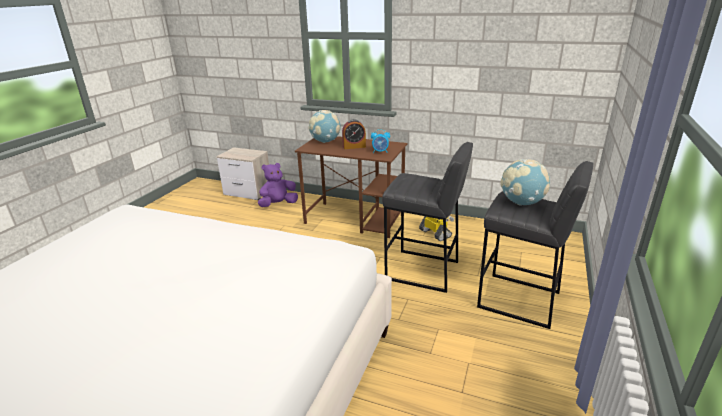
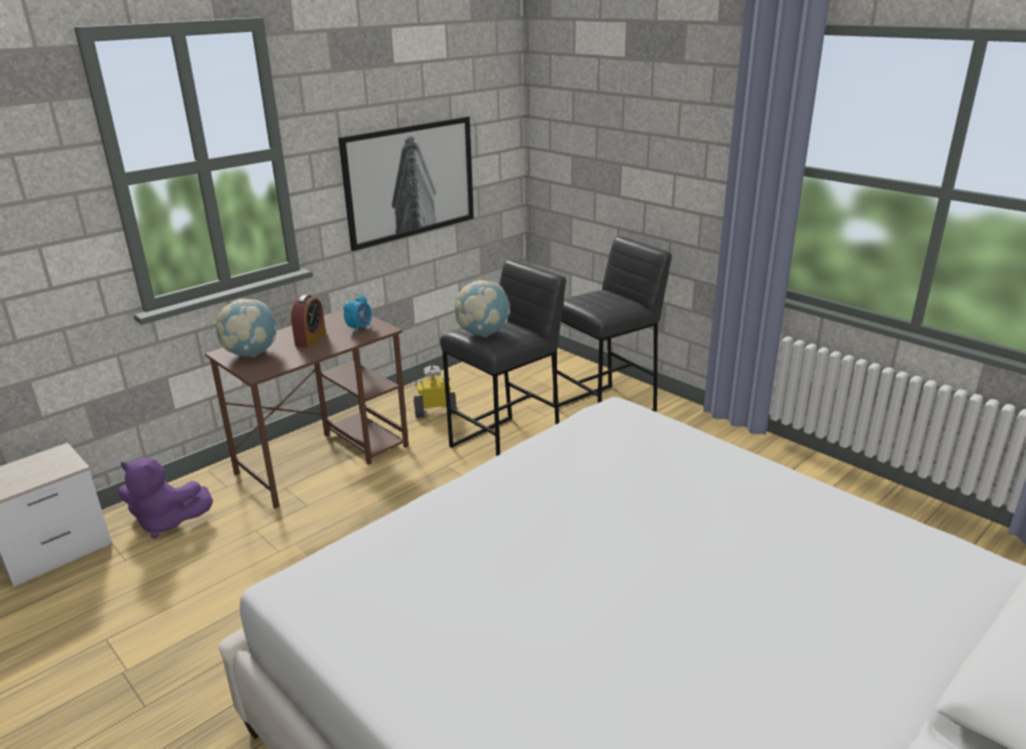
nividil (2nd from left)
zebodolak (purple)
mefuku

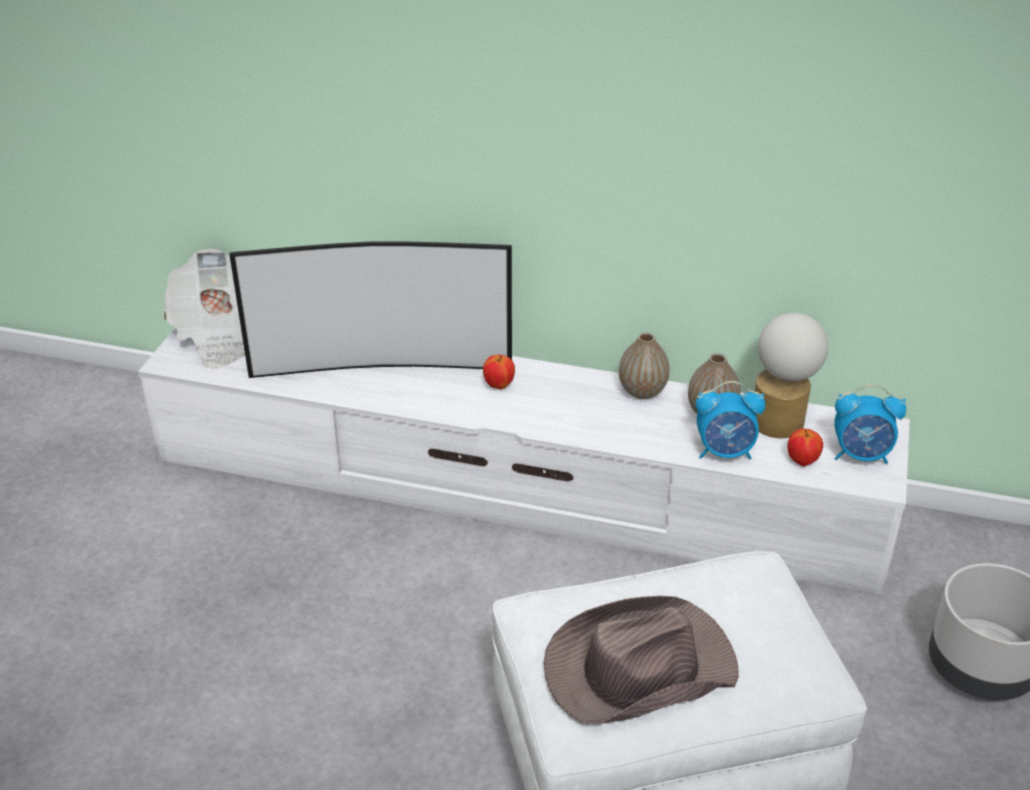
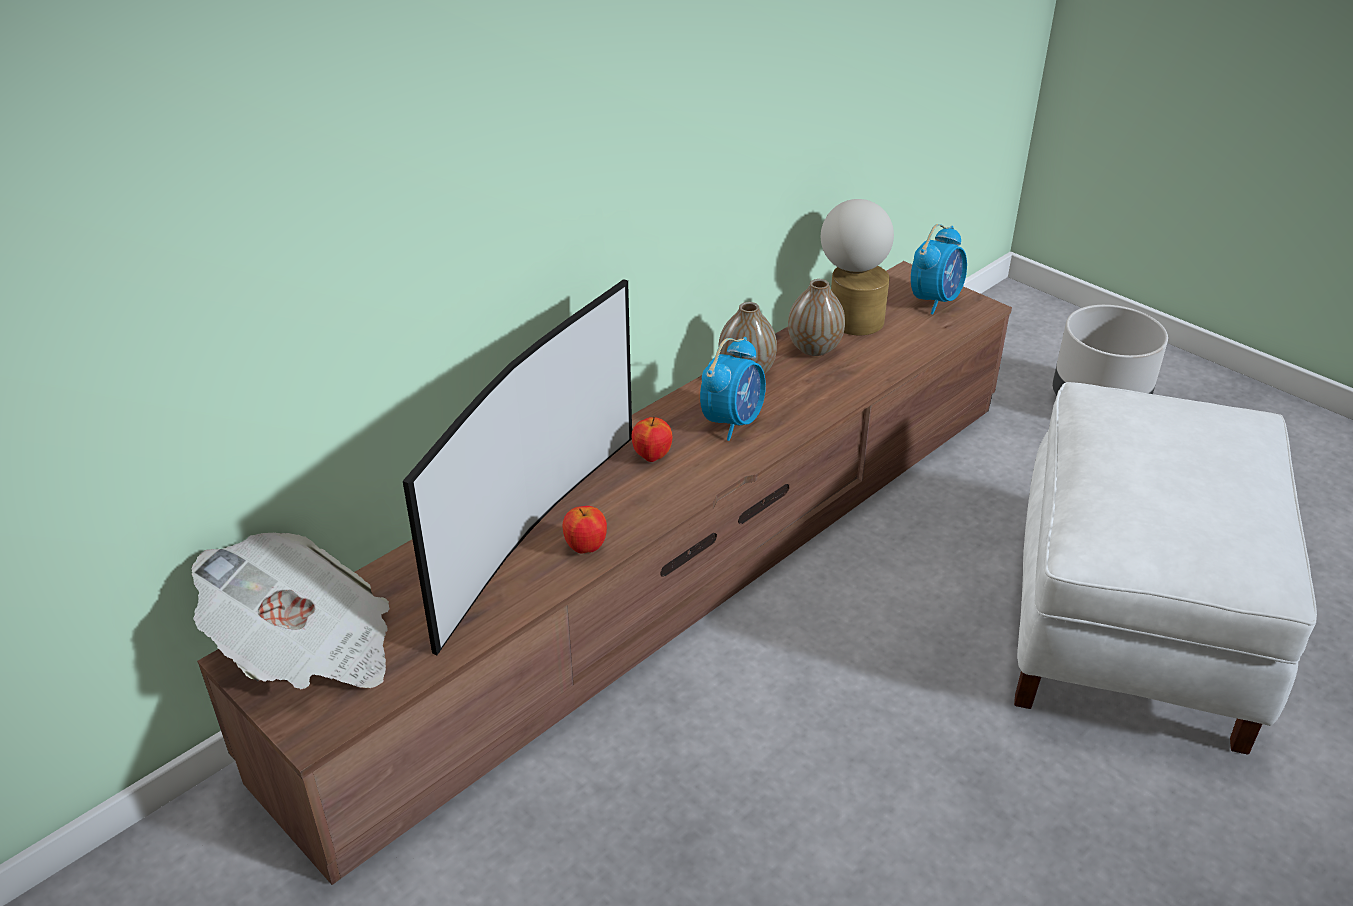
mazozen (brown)
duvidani (1st from left)
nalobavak (1st from left)
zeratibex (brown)

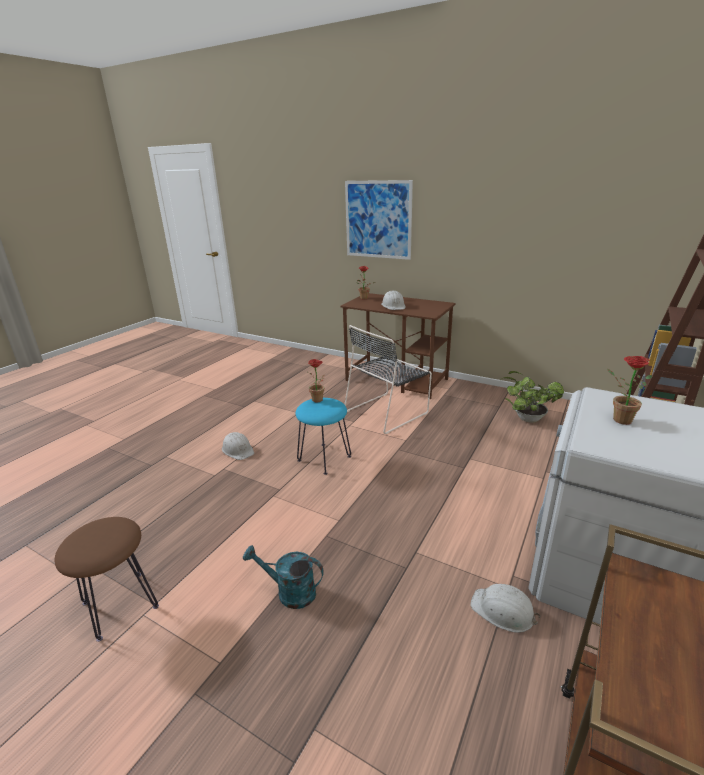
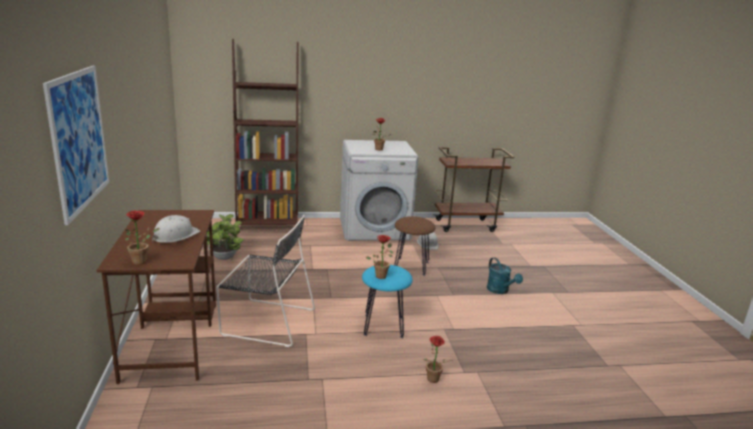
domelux (5th from left)
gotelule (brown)

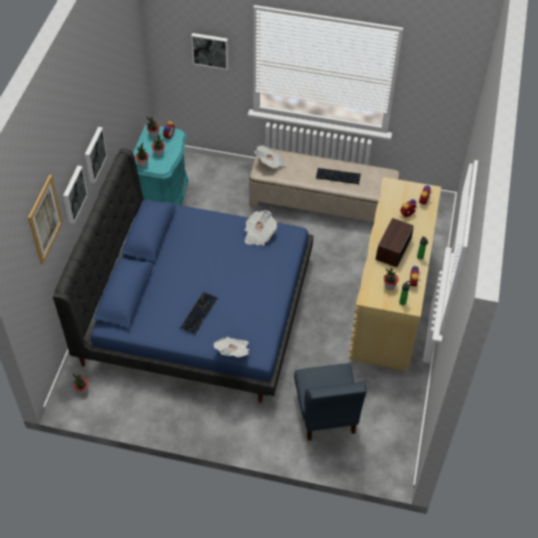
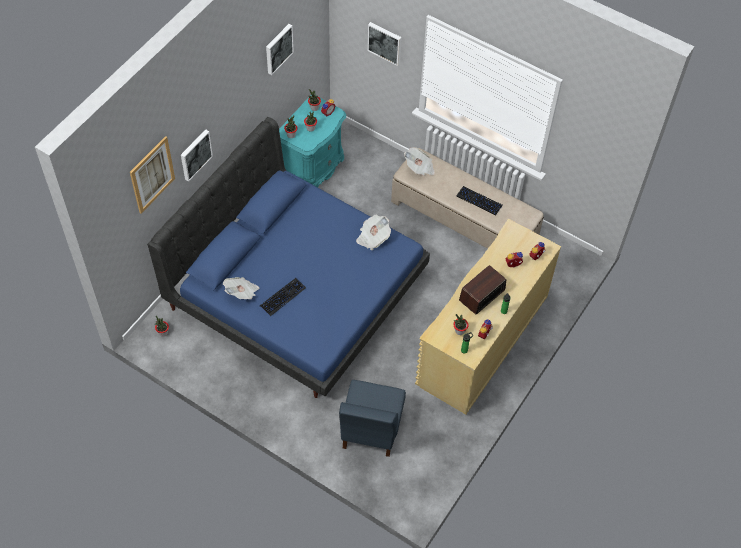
mefuku (3rd from left)
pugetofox (1st from left)

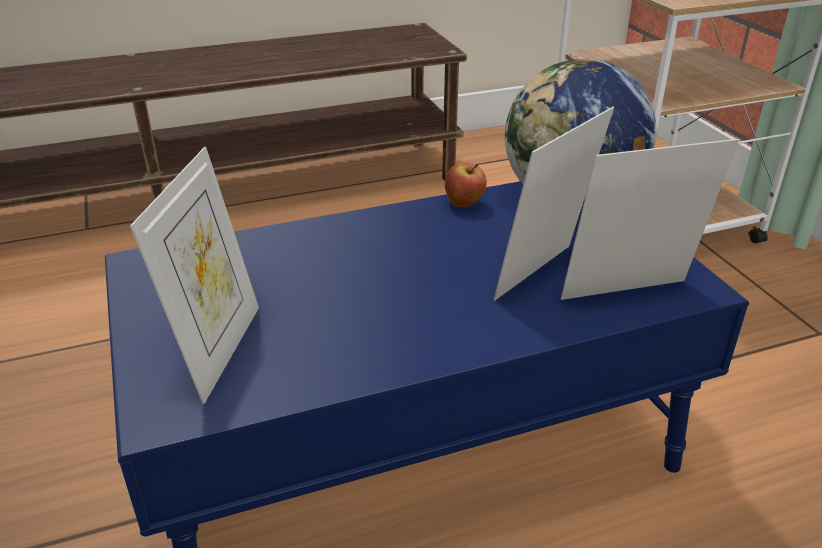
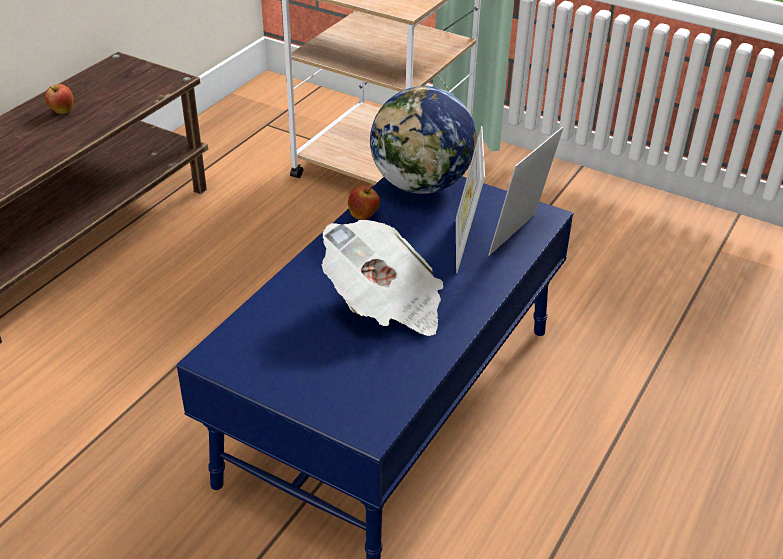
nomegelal (1st from left in the first image)
nalobavak (1st from left)
pugetofox

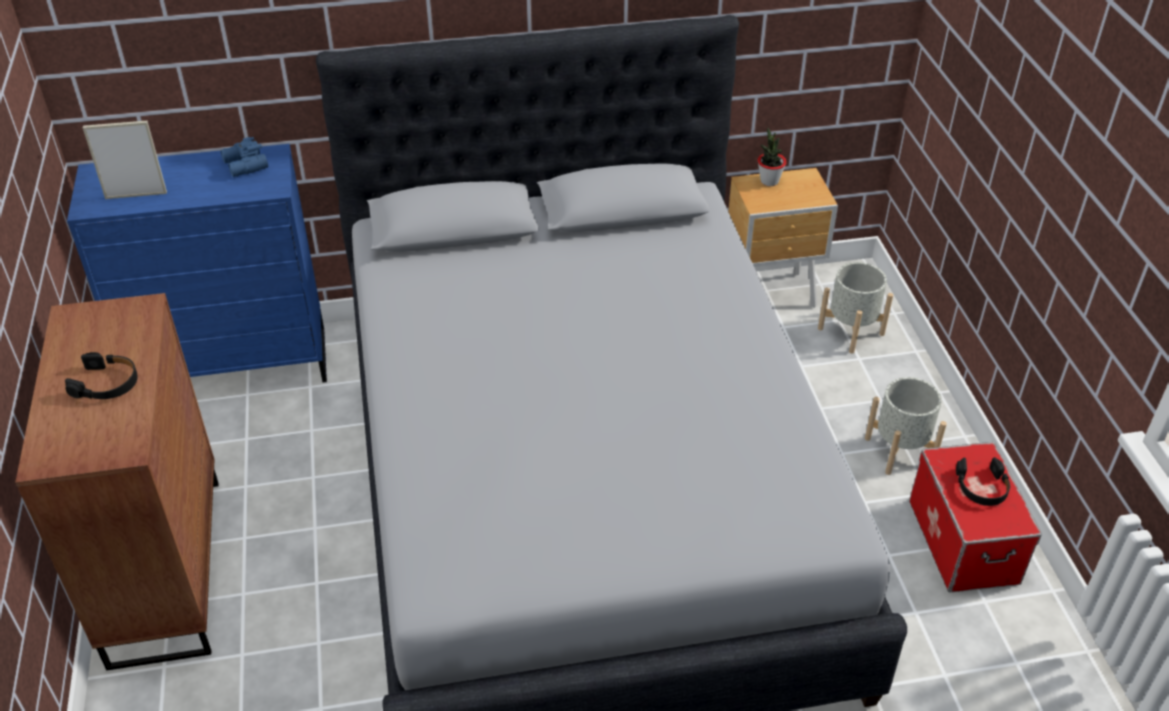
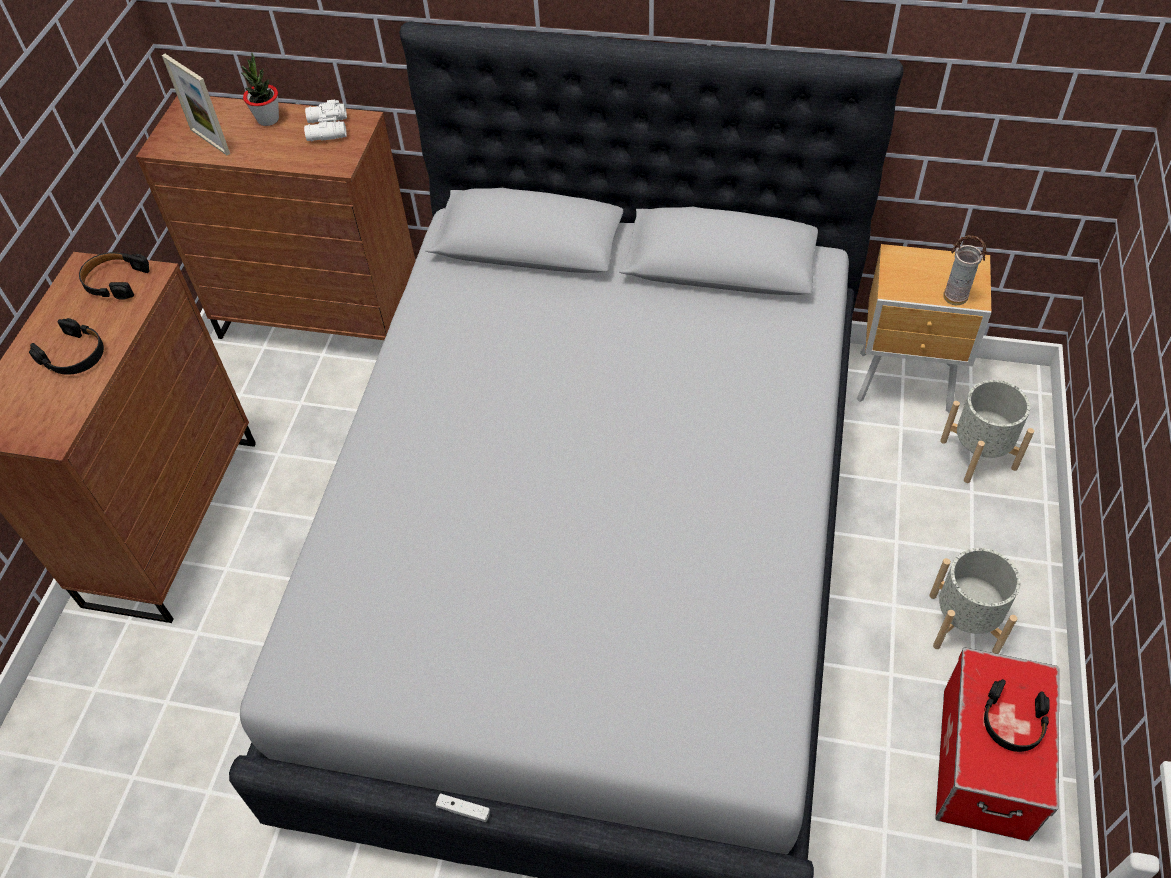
nomegelal
domelux
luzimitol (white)
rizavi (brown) (2nd from left)
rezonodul
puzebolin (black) (2nd from left)
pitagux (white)

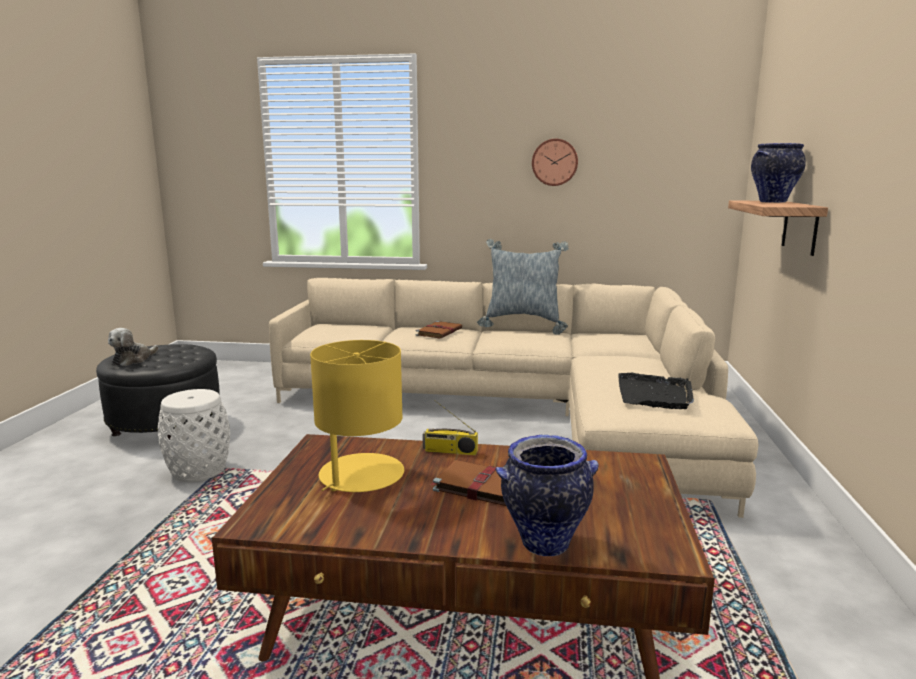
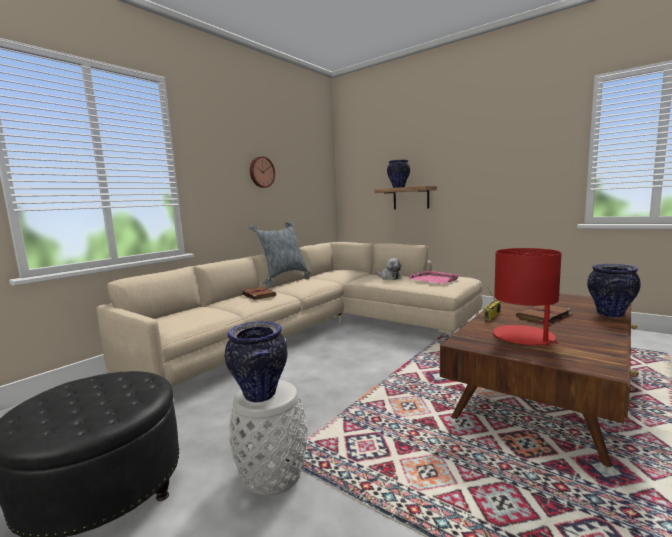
zebodolak
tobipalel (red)
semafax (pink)
rezonodul (1st from left)

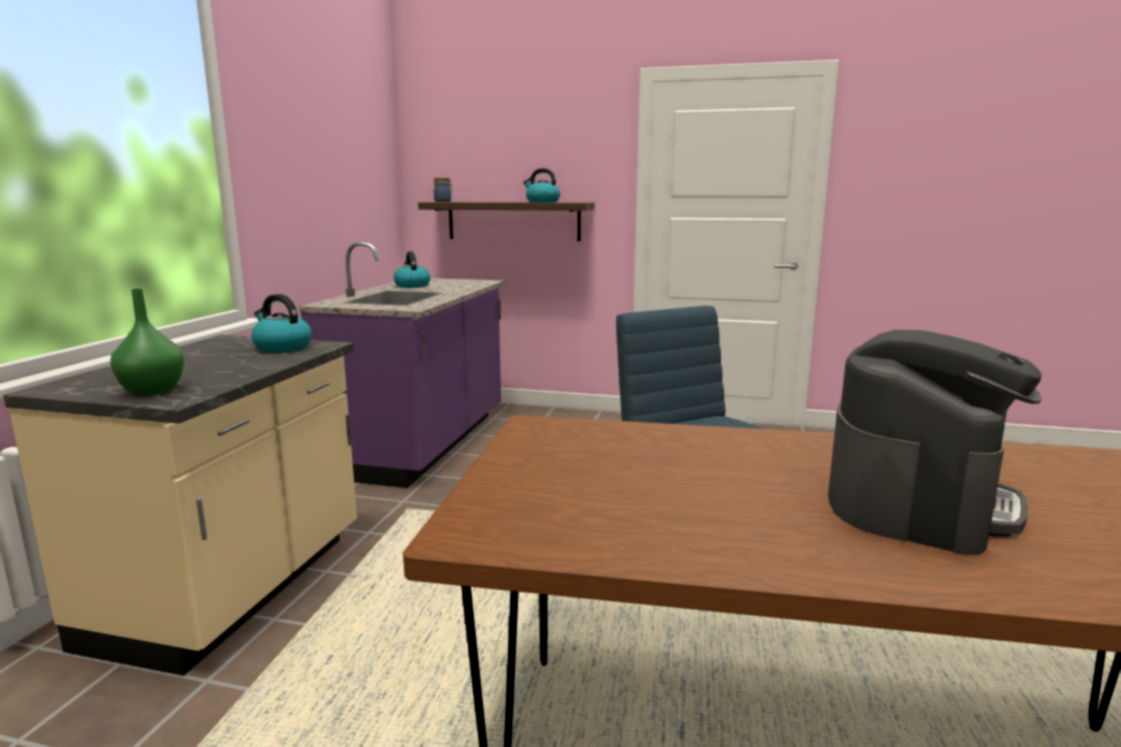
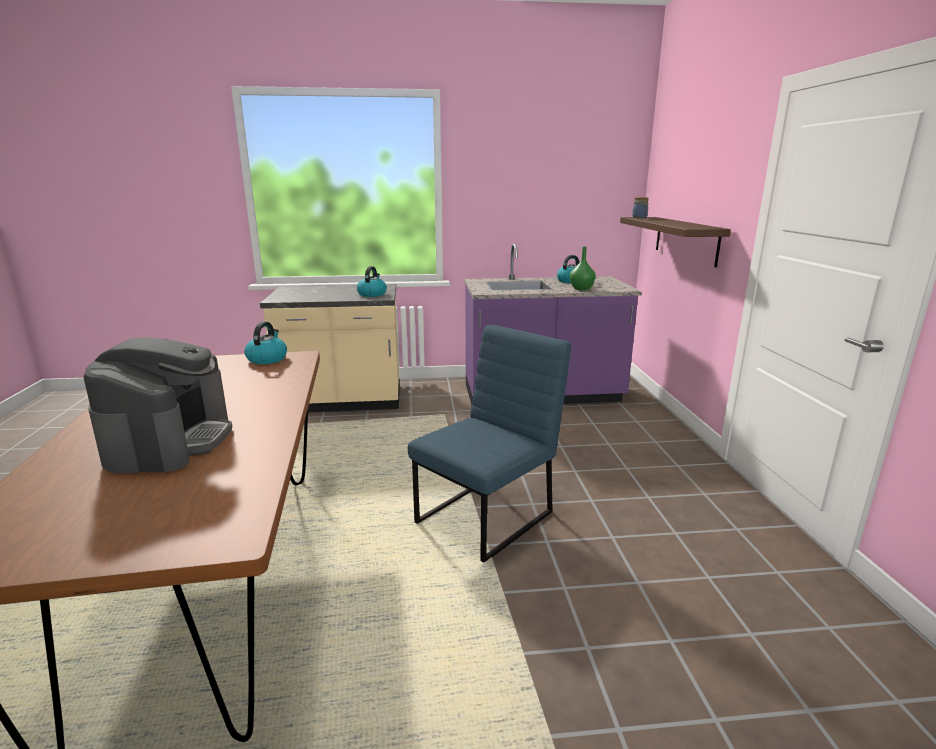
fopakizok (1st from left)
rezonodul (green)
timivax

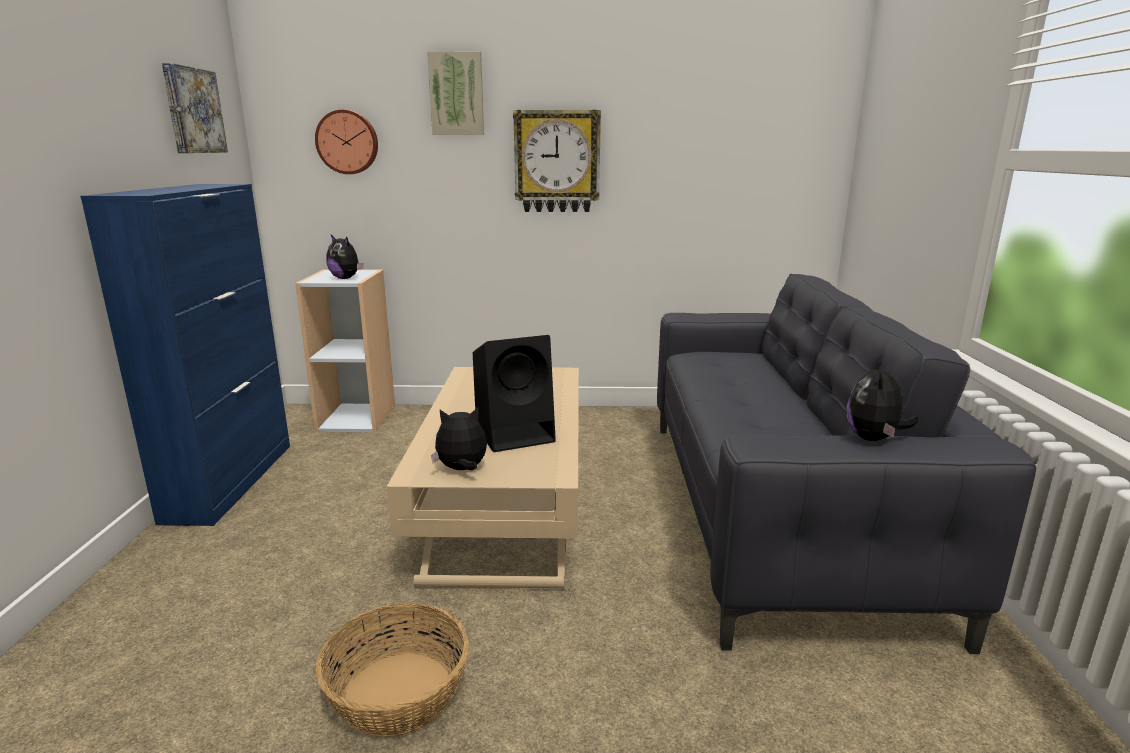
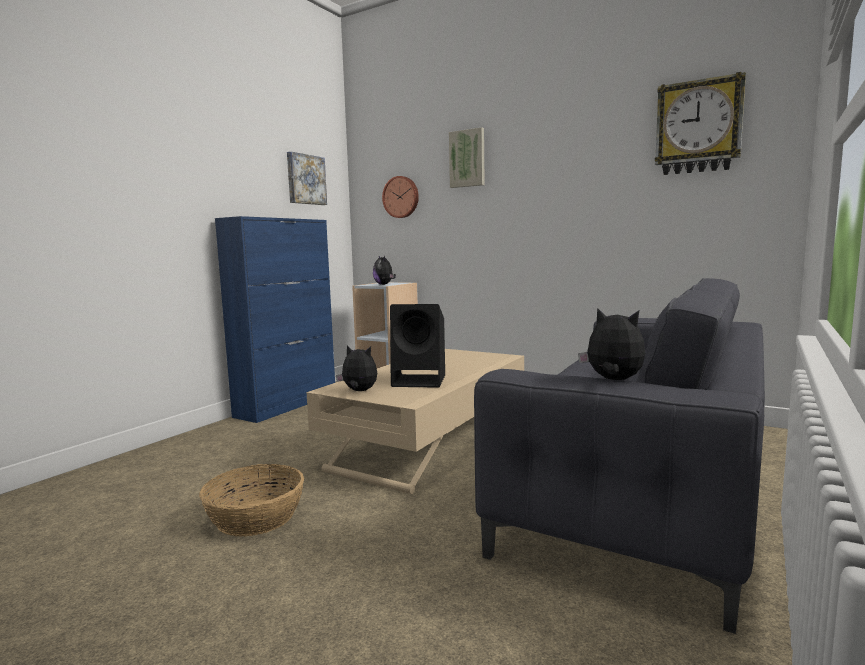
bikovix (2nd from left)
zebodolak (3rd from left)

